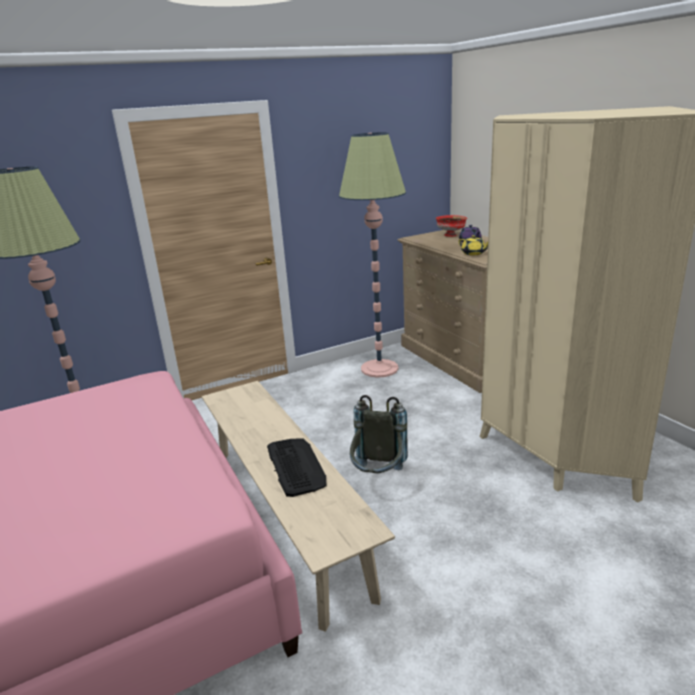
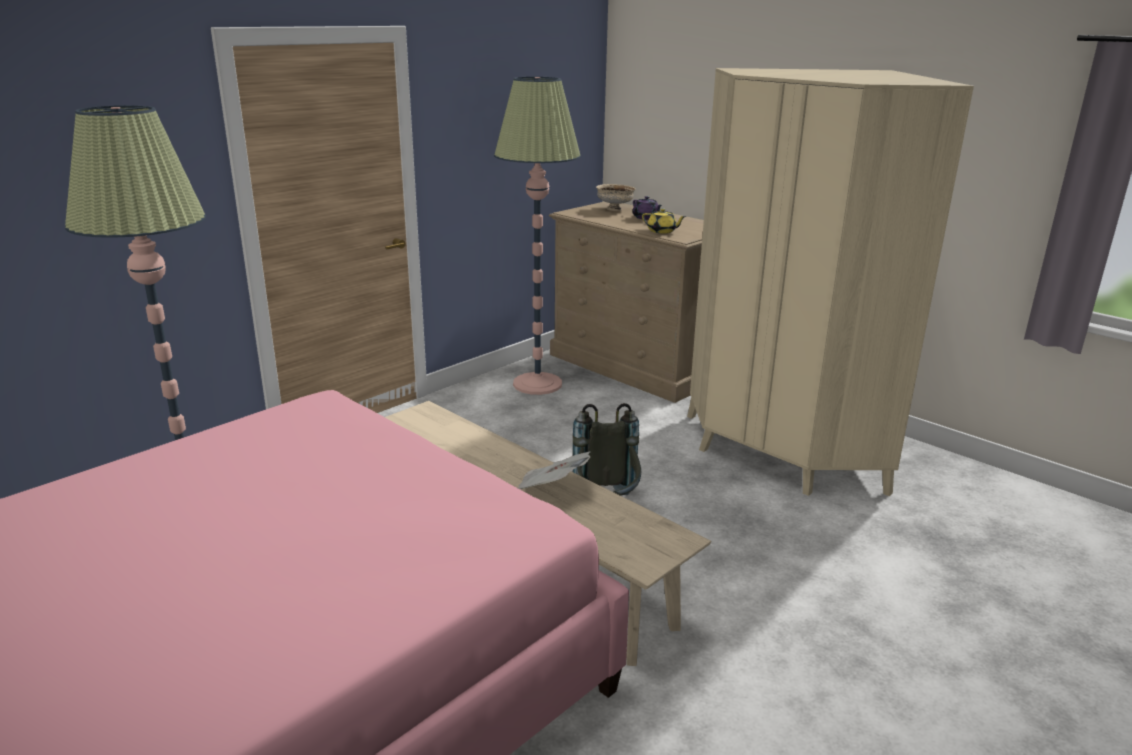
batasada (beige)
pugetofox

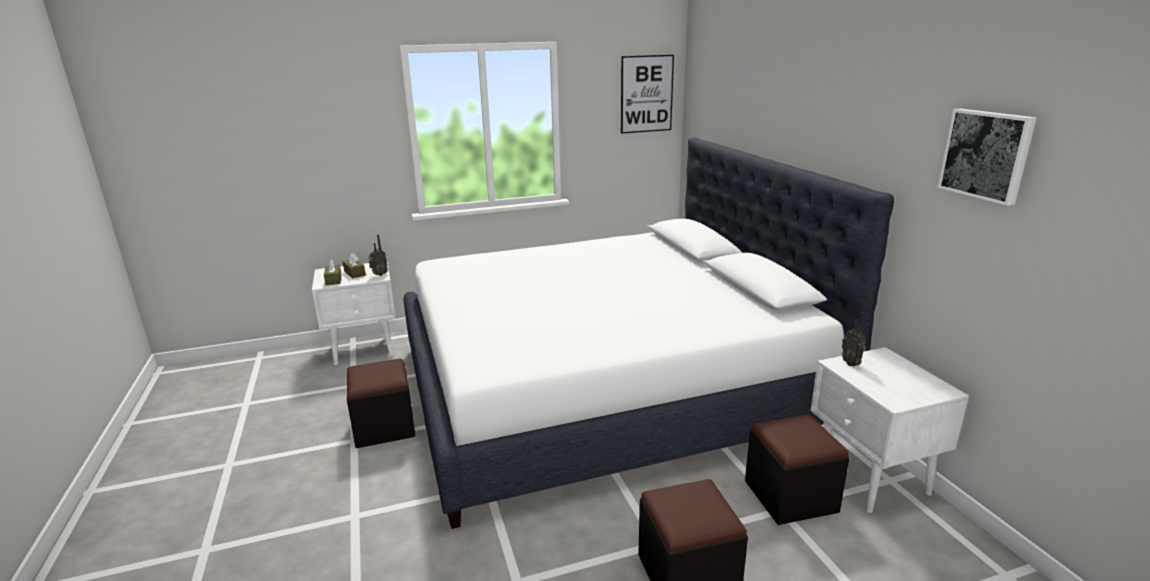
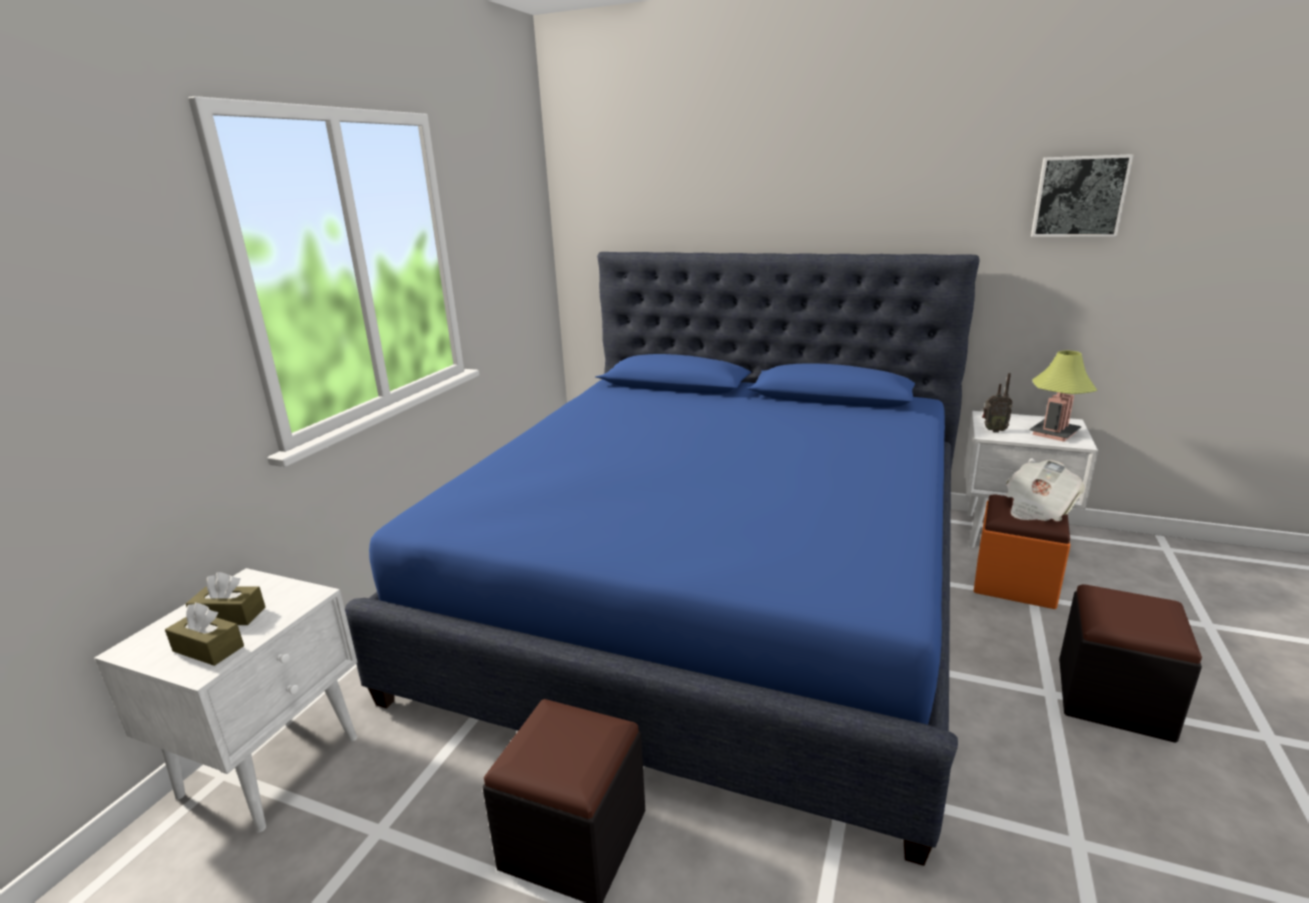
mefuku (1st from left in the first image)
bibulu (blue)
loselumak (1st from left in the first image)
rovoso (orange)
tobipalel
pugetofox

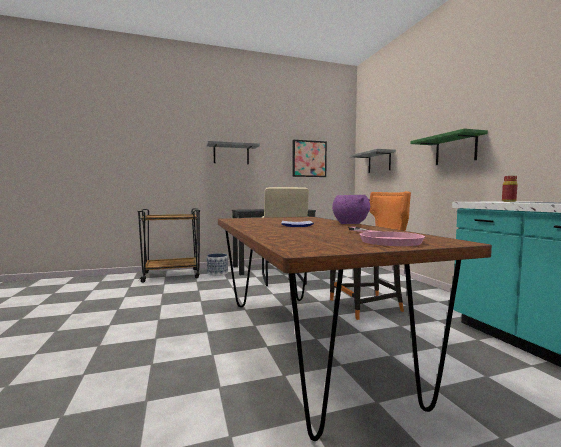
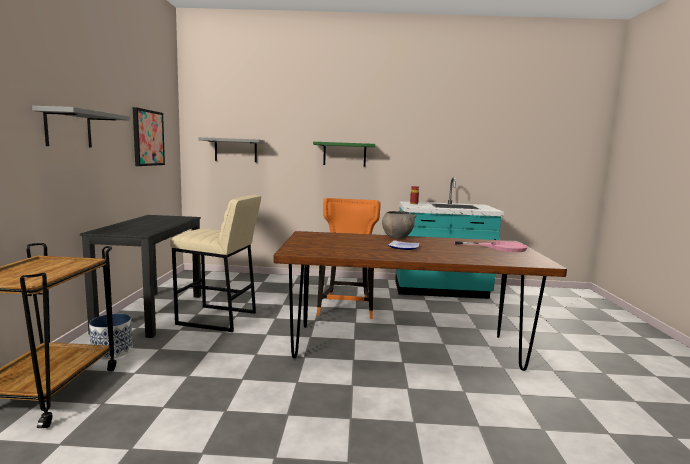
batasada (grey)

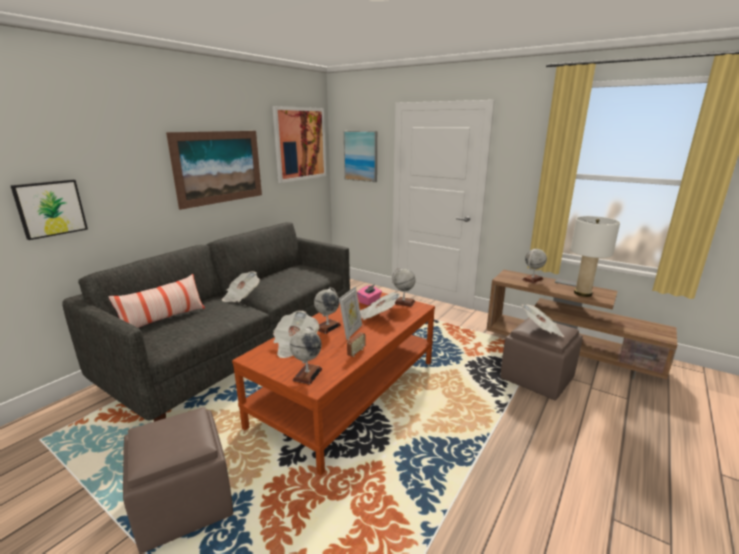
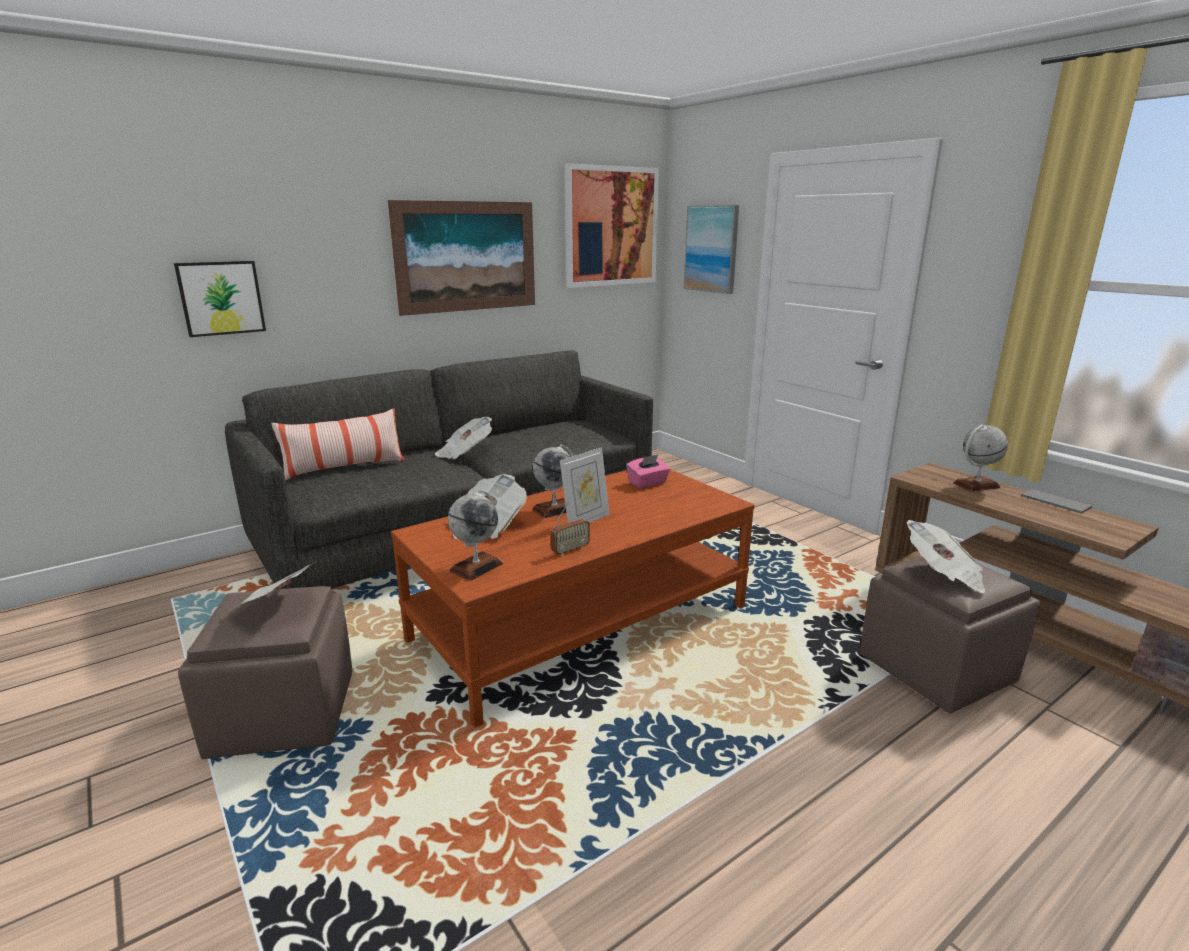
tobipalel (white)
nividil (3rd from left in the first image)
pugetofox (1st from left)

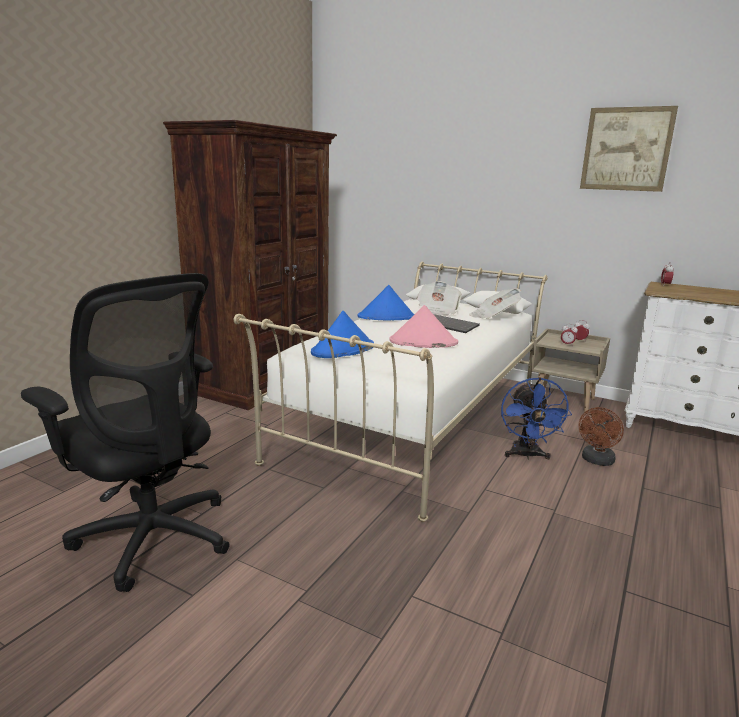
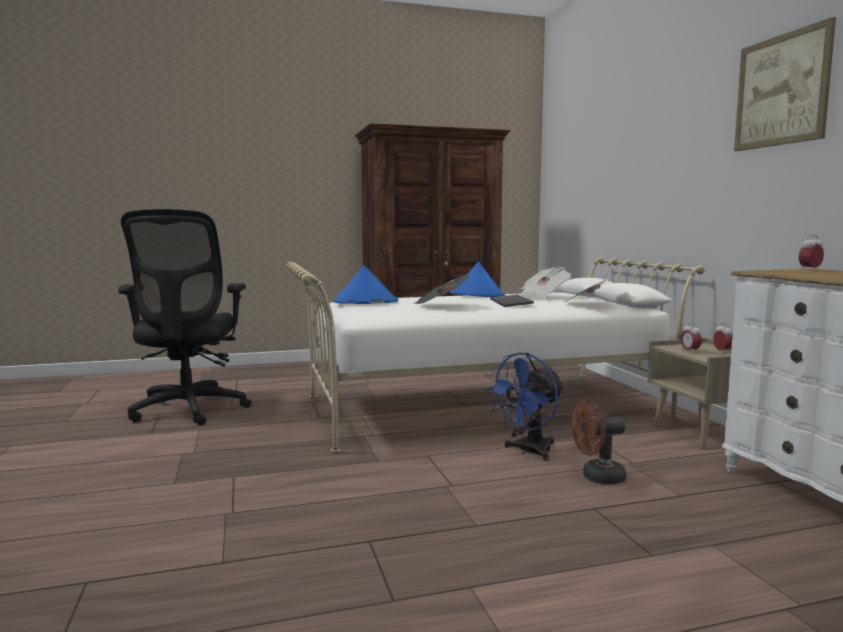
pugetofox (1st from left)

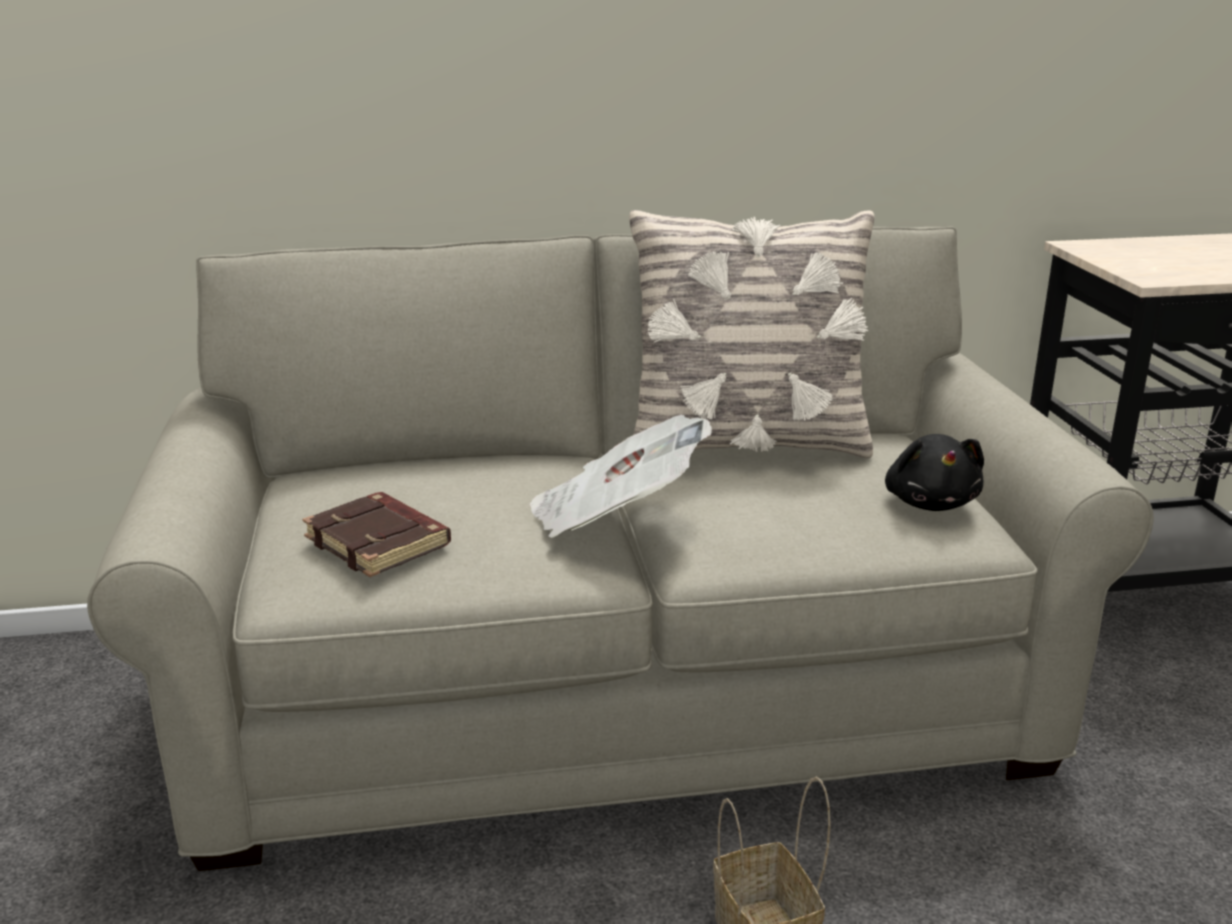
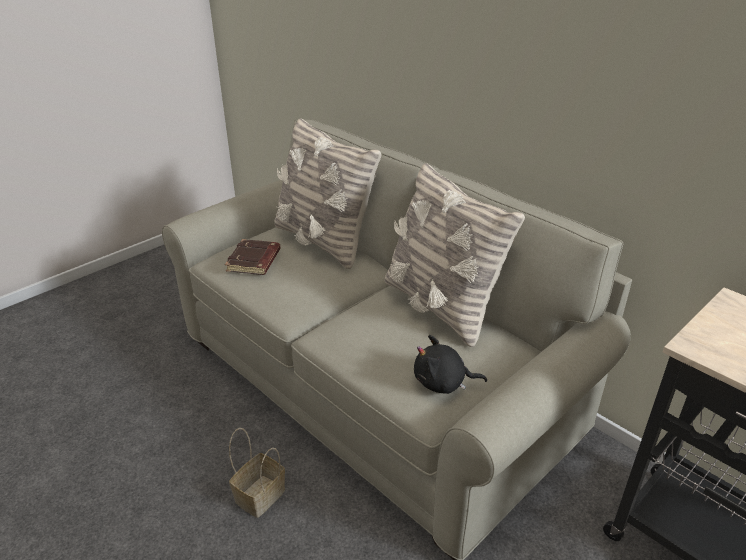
pugetofox
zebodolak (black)
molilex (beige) (1st from left)

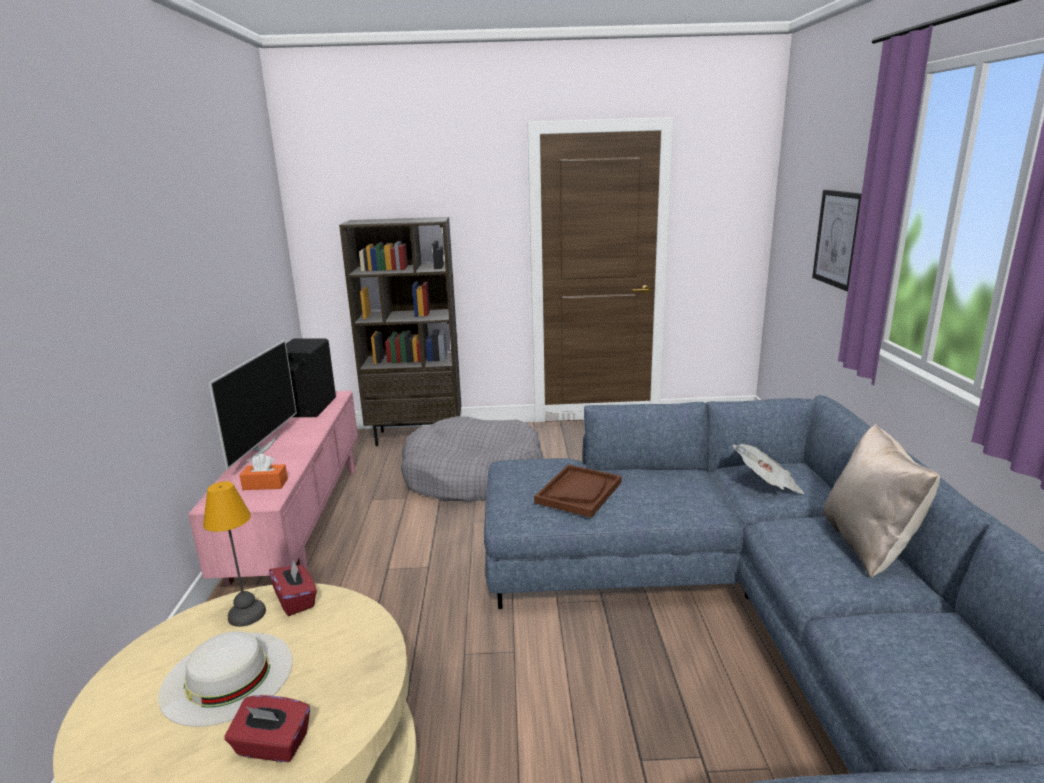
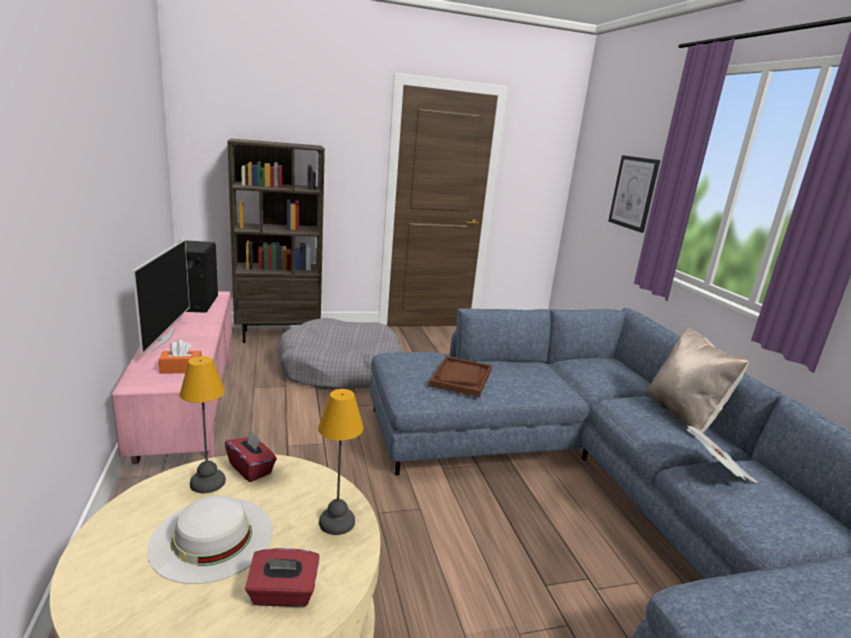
pugetofox
tobipalel (2nd from left)

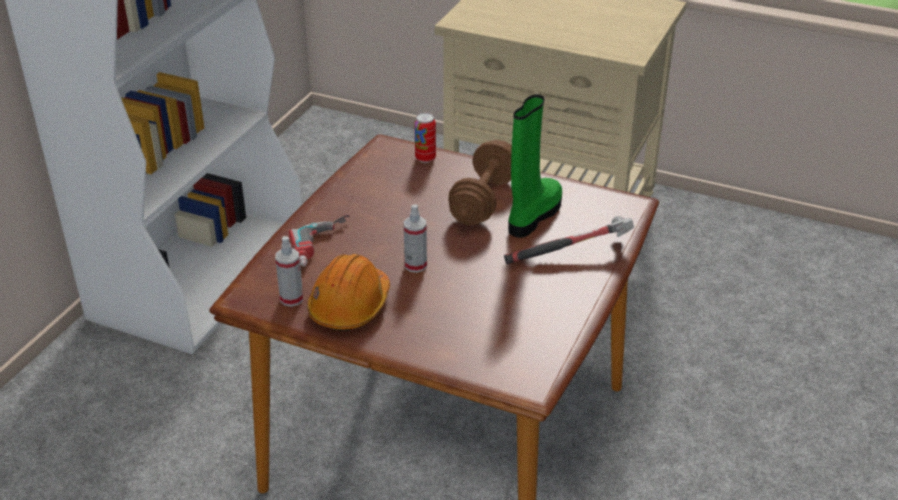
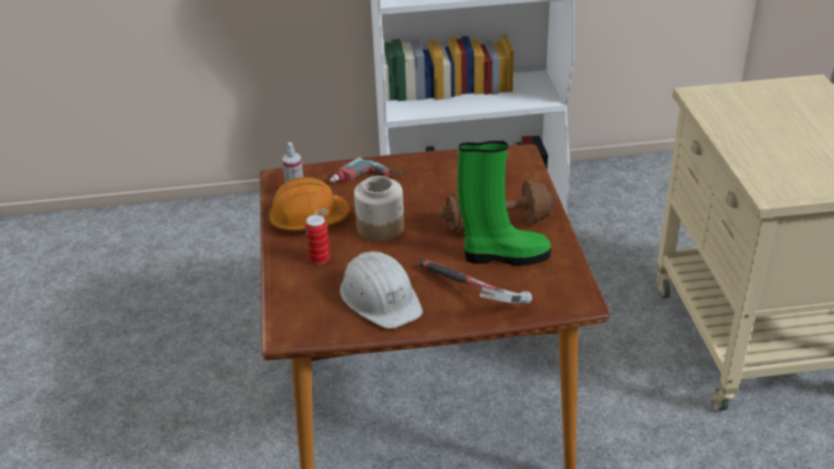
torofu
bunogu
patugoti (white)

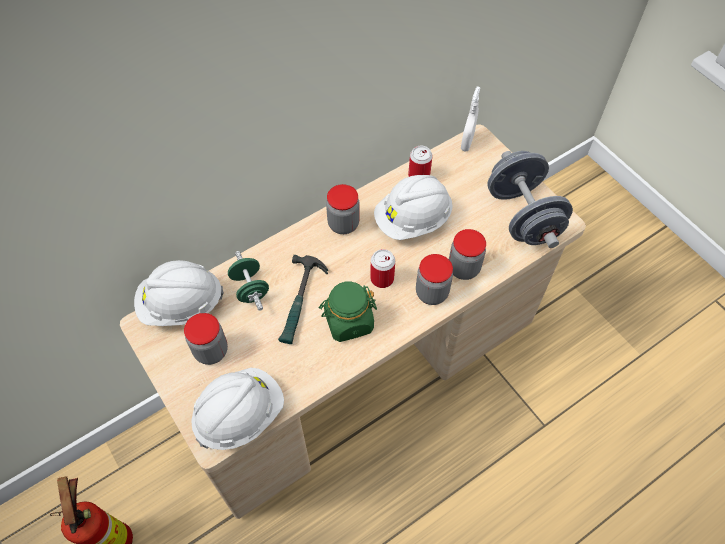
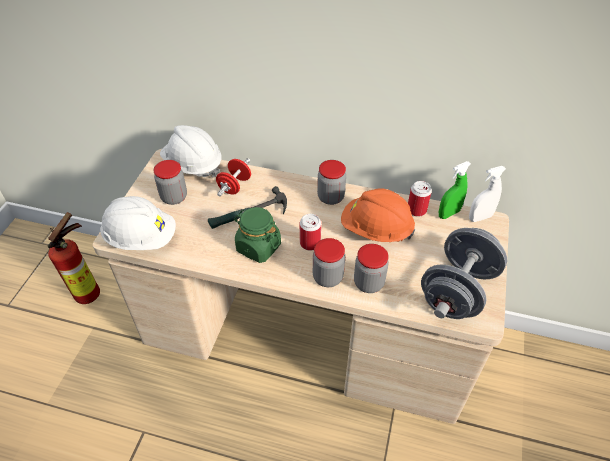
patugoti (orange)
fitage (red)
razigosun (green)

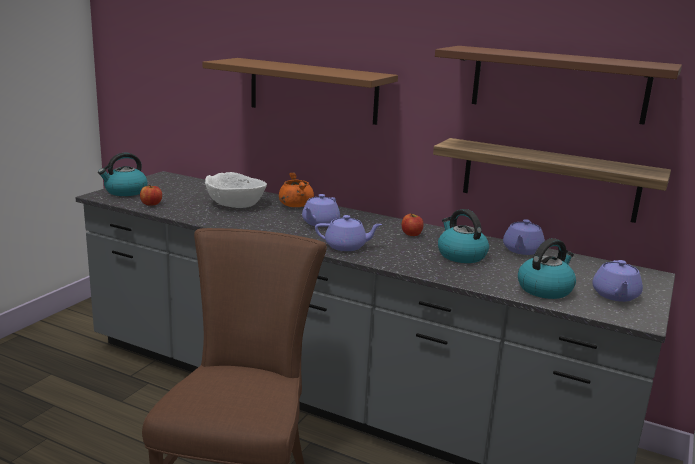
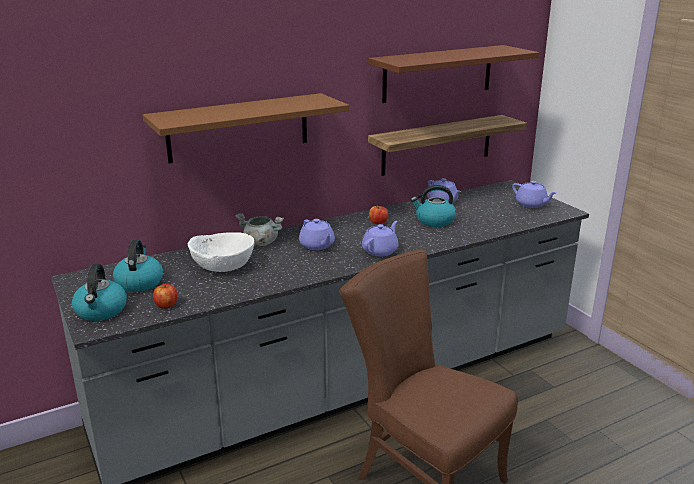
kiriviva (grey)
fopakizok (2nd from left)

